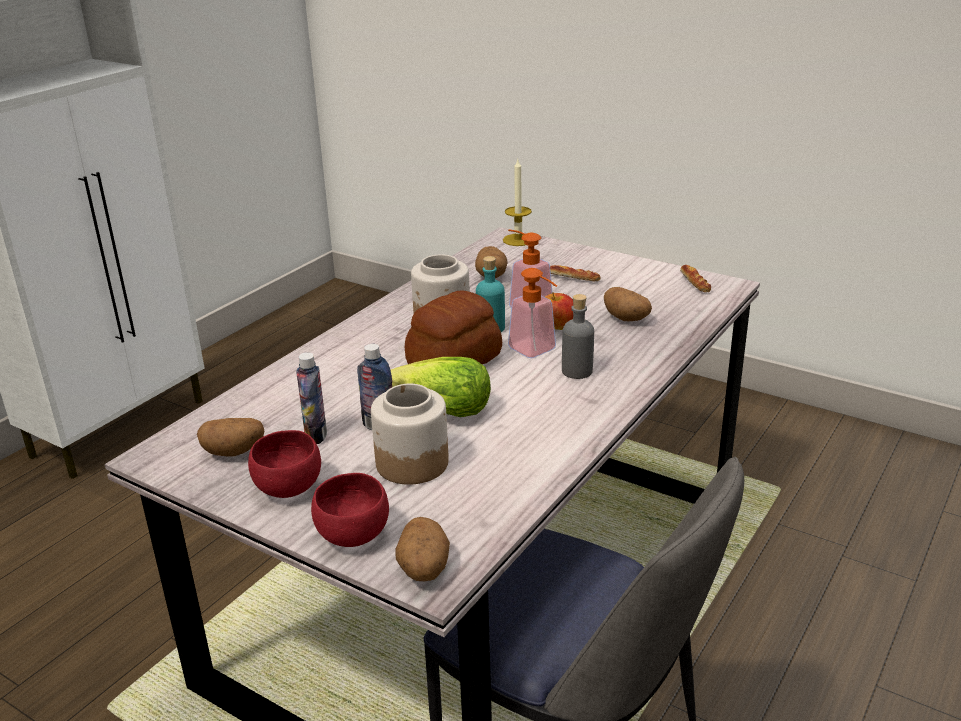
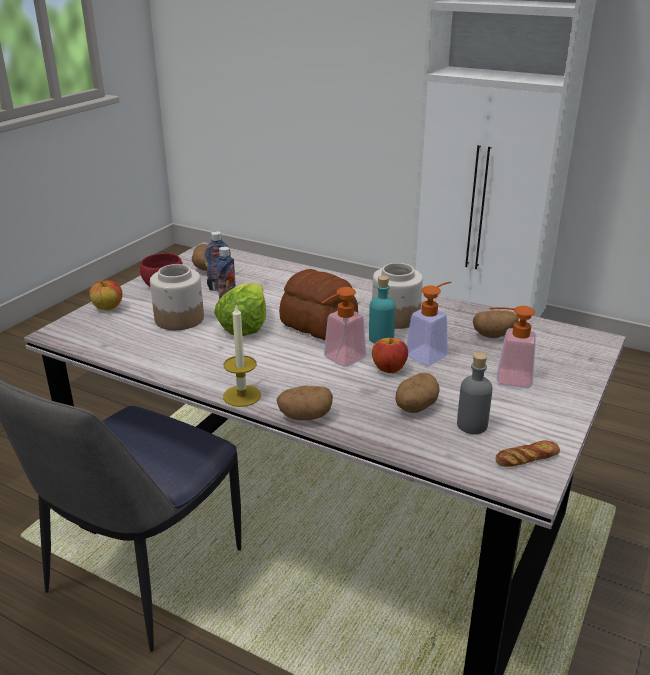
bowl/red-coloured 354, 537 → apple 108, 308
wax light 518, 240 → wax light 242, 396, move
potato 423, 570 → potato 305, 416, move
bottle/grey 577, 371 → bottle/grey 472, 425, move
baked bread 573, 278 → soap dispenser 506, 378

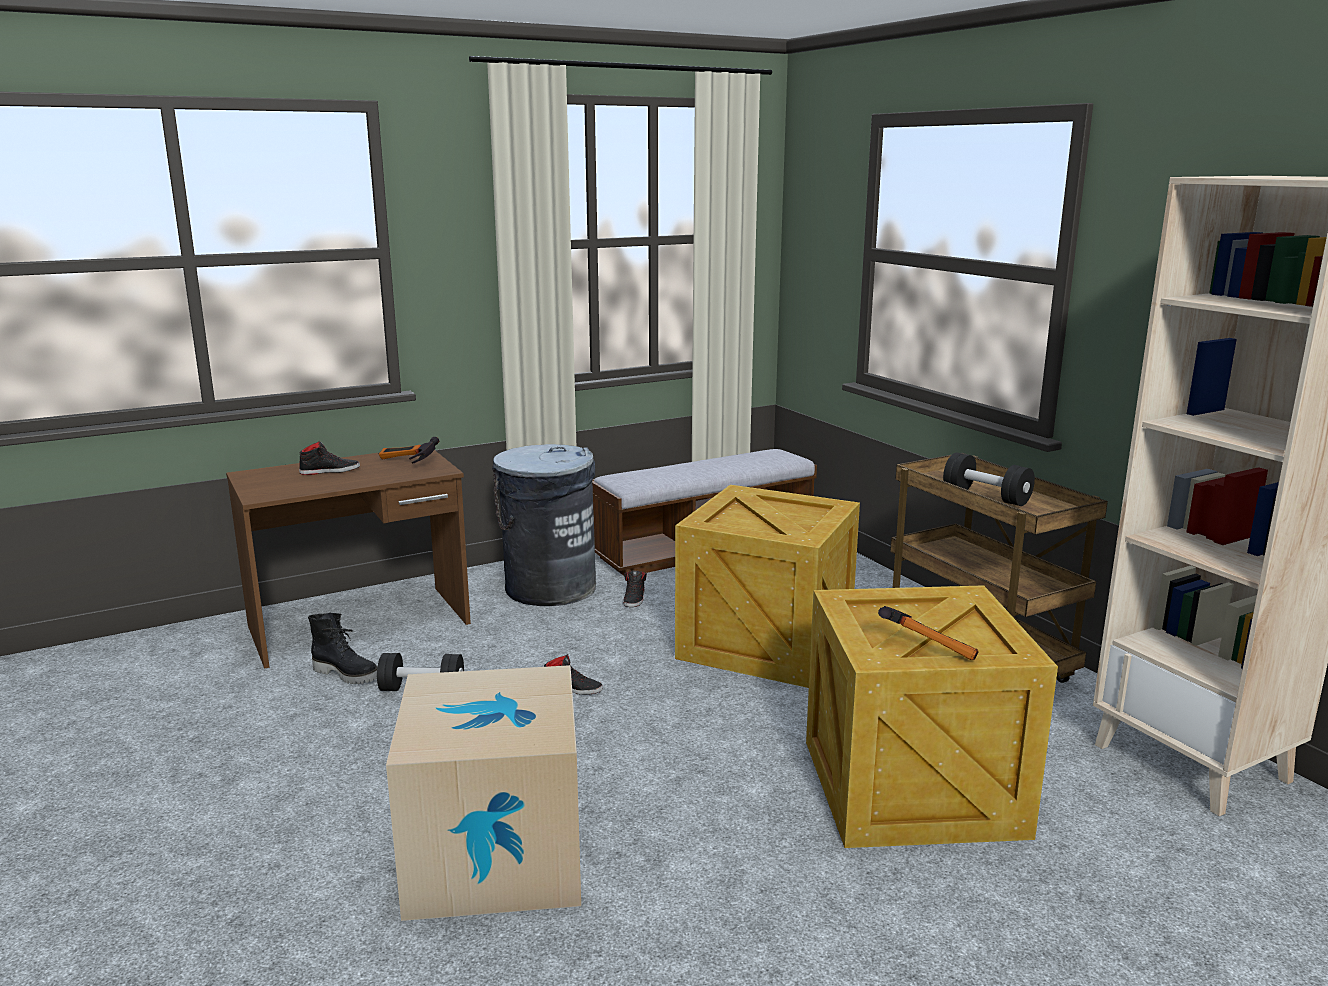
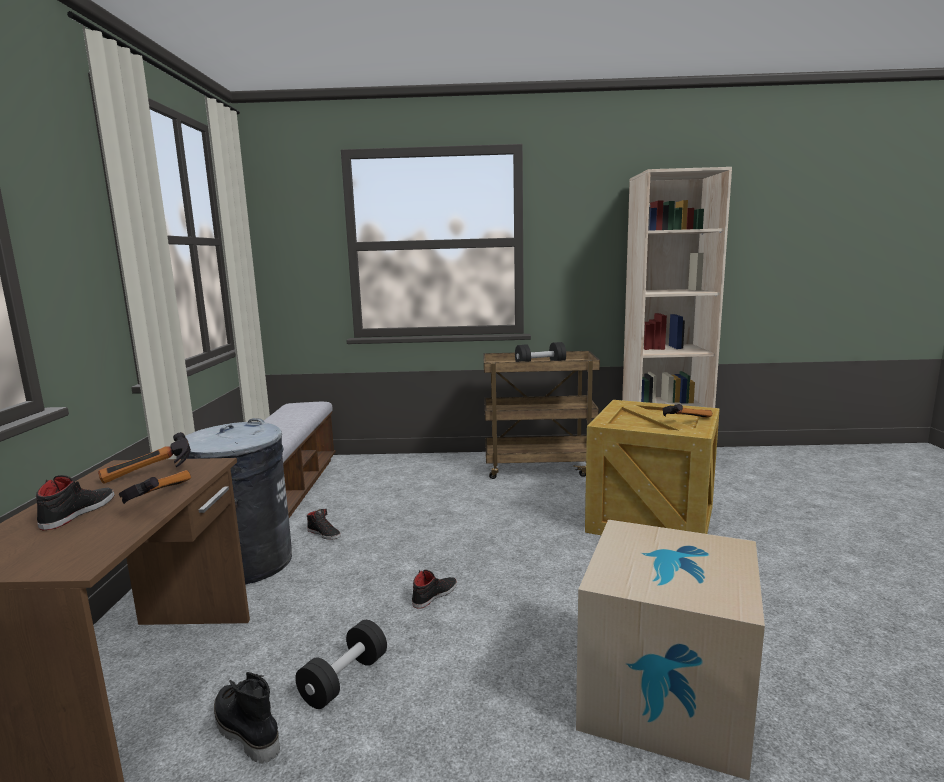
- → tool hammer 157, 499
boot/blackish 347, 674 → boot/blackish 245, 732, 105 degrees counterclockwise
crate 767, 645 → -

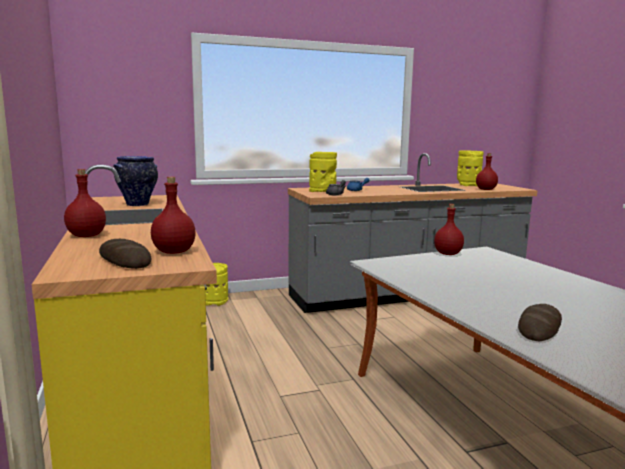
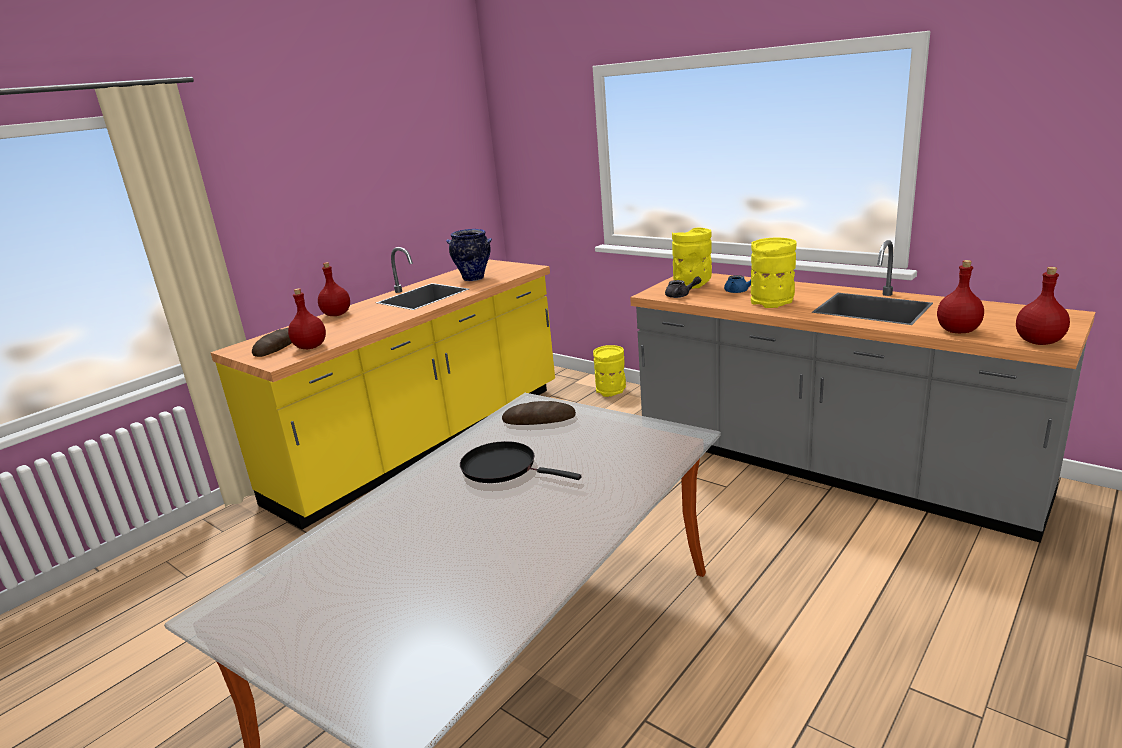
- → pan/blackish 503, 468
baked bread 539, 327 → baked bread 539, 419, move
decorative vase/yellowish 468, 185 → decorative vase/yellowish 773, 301, move
bottle/red-coloured 448, 254 → bottle/red-coloured 1039, 342, move

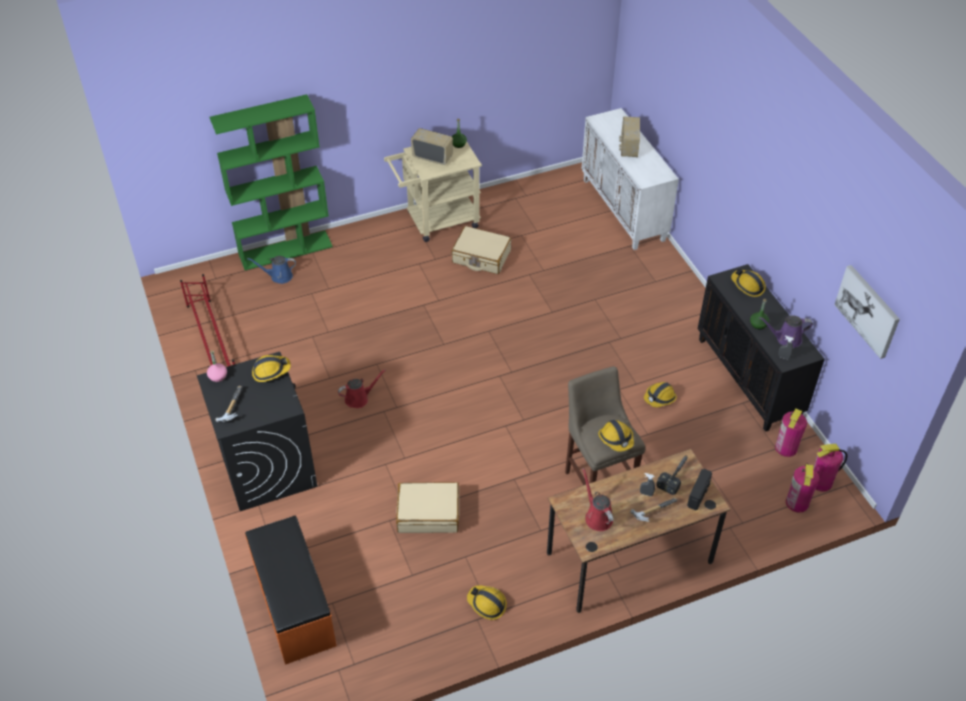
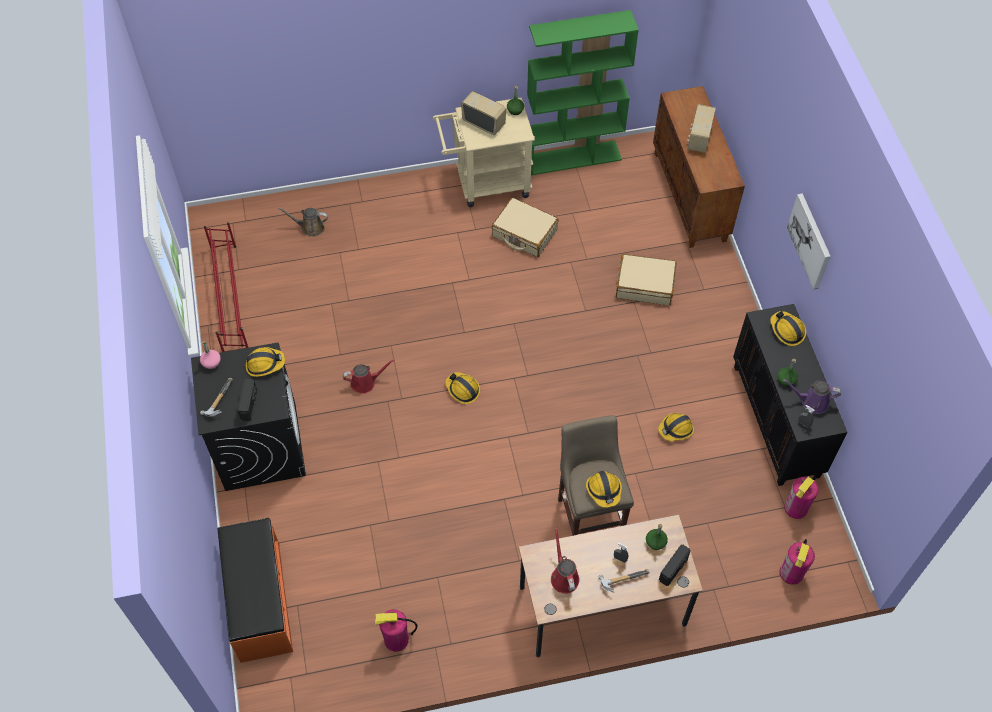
- → radio set 249, 405
sprinkling can/blue-coloured 279, 276 → sprinkling can/brown-coloured 310, 227
fire extinguisher 821, 482 → fire extinguisher 396, 639, move
work helmet 487, 604 → work helmet 462, 390, move
shelving unit/green-coloured 286, 250 → shelving unit/green-coloured 573, 157, move
travel case/beige-coloured 428, 513 → travel case/beige-coloured 645, 285, move
tool hammer 675, 475 → bottle/green-coloured 655, 542
cupboard/white-coloured 624, 210 → cupboard/brown-coloured 690, 197
wall art 868, 310 → wall art 810, 241, move

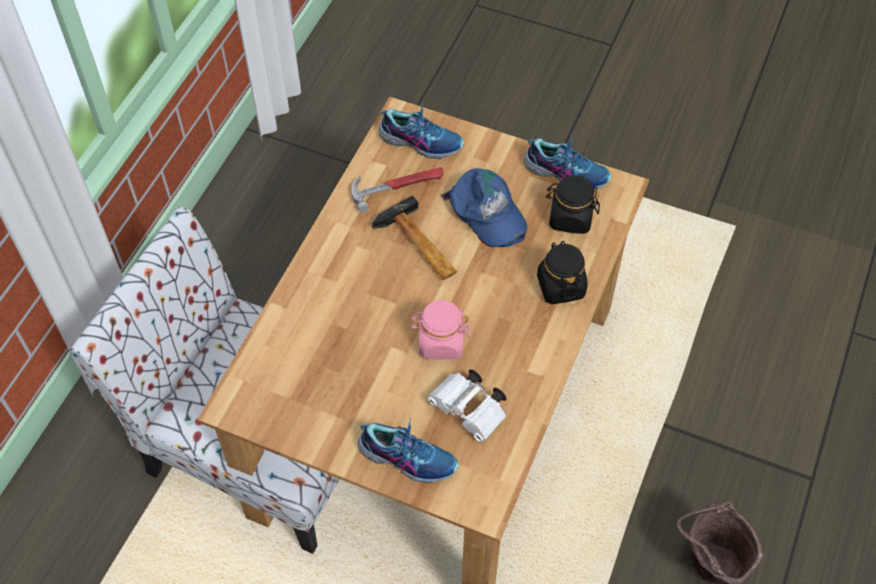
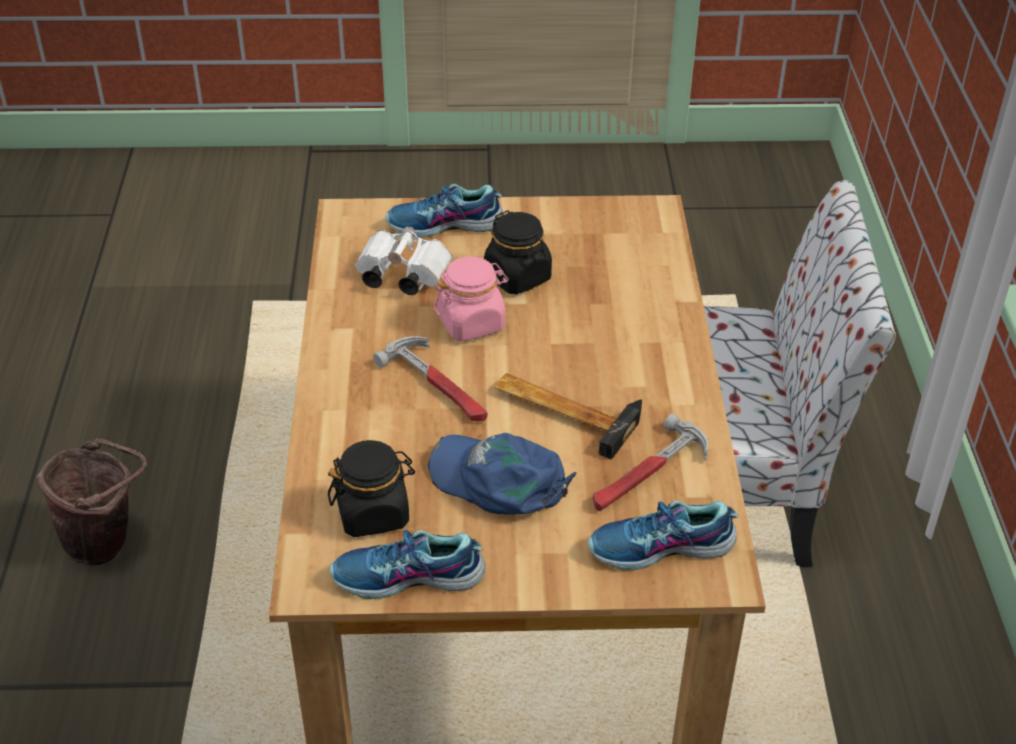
- → tool hammer 439, 385
storage jar/blackish 560, 286 → storage jar/blackish 518, 277, move

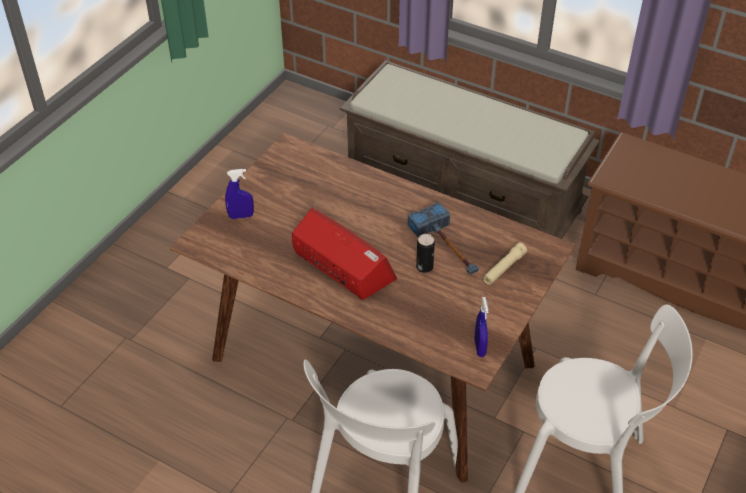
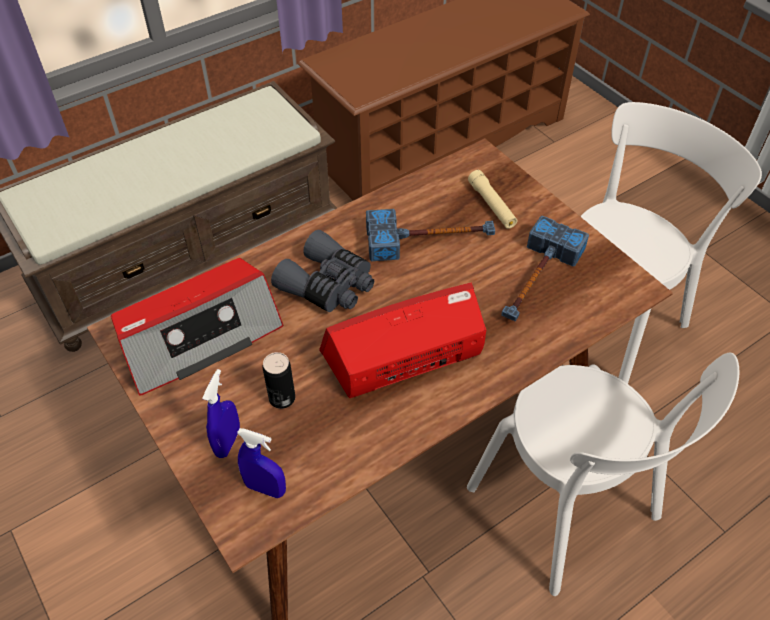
- → radio set 199, 337
hand sprayer/blue-coloured 479, 347 → hand sprayer/blue-coloured 265, 488, move
metal can 424, 267 → metal can 282, 398, move
- → pair of binoculars/grey 328, 285
- → tool hammer 535, 280

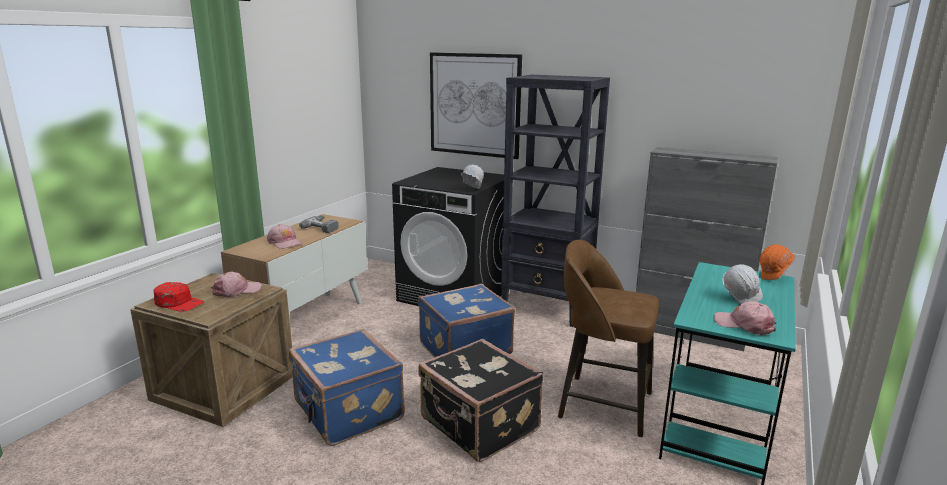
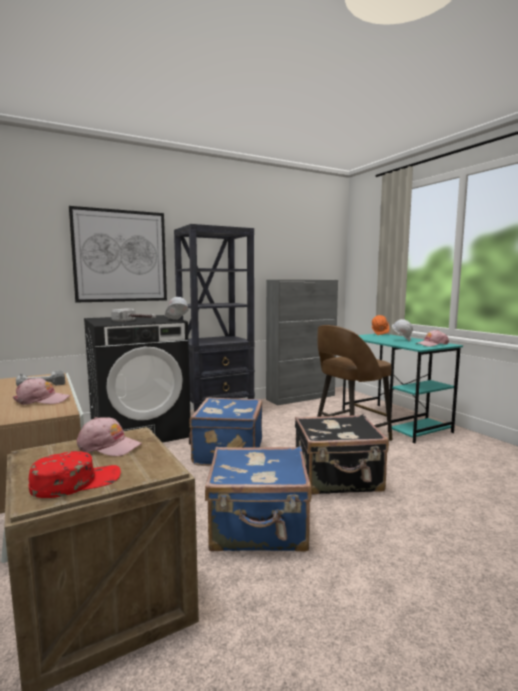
peaked cap/pinkish 236, 290 → peaked cap/pinkish 109, 446, 105 degrees clockwise
- → tool hammer 136, 321

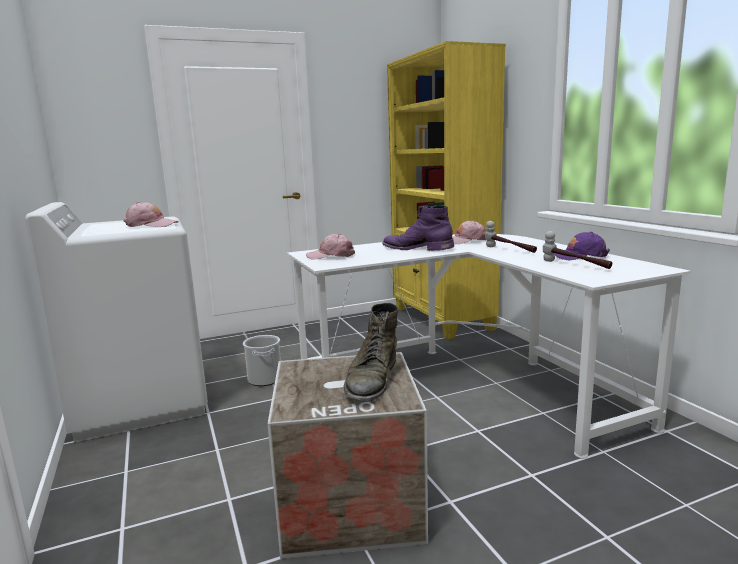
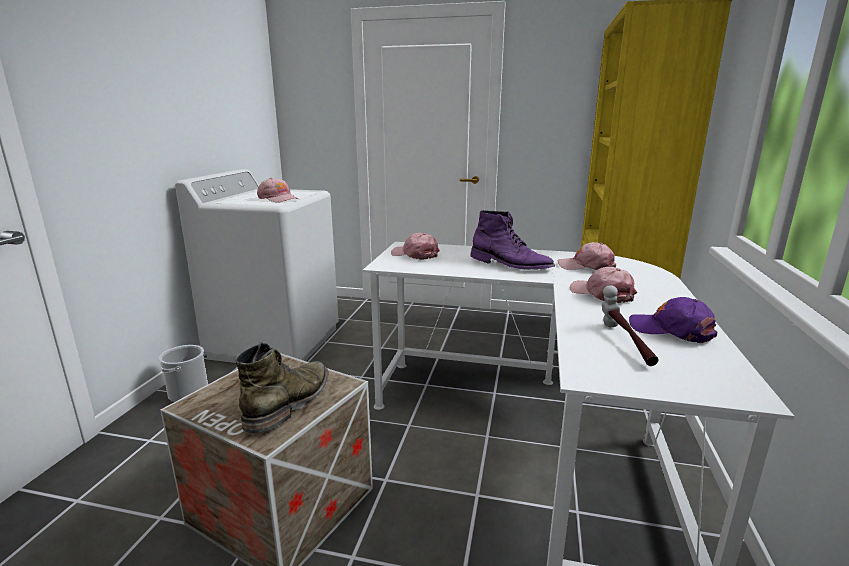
water bucket 265, 379 → water bucket 188, 393, move
boot/green-coloured 372, 380 → boot/green-coloured 290, 402, 150 degrees clockwise
boot/purplish 417, 248 → boot/purplish 510, 265, 150 degrees clockwise
tool hammer 509, 250 → peaked cap/pinkish 602, 294

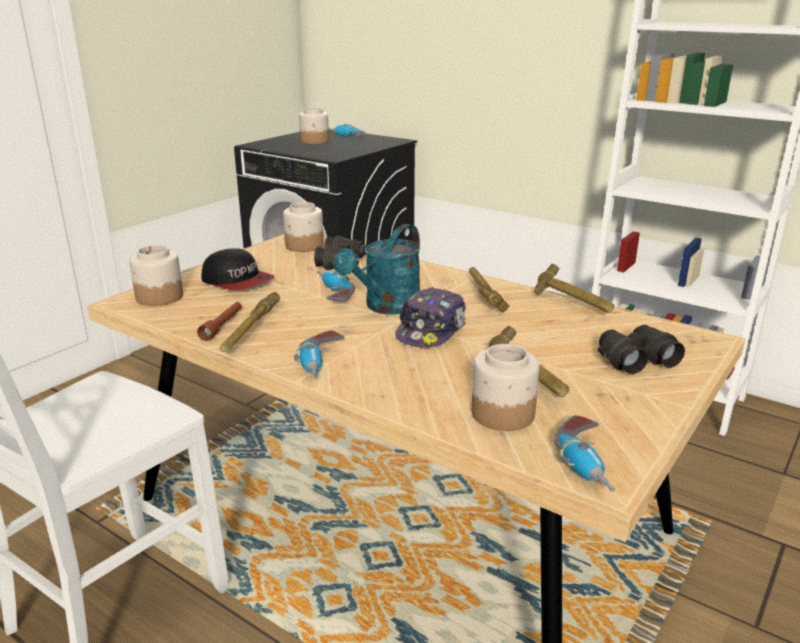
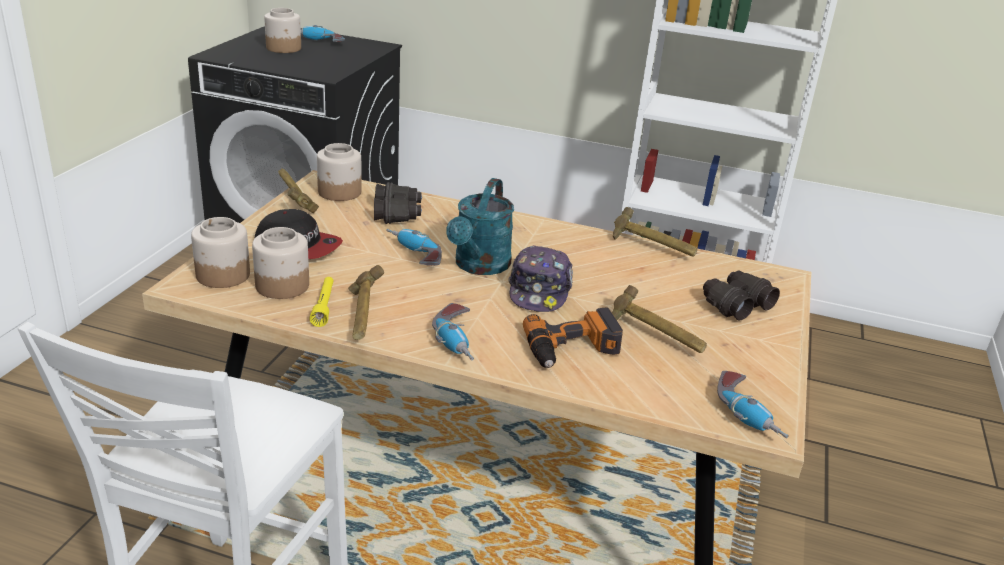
storage jar 502, 414 → storage jar 281, 286, move
tool hammer 483, 298 → tool hammer 294, 199, move
hand torch/brown-coloured 222, 326 → hand torch/yellowish 324, 306
- → power drill 572, 349

